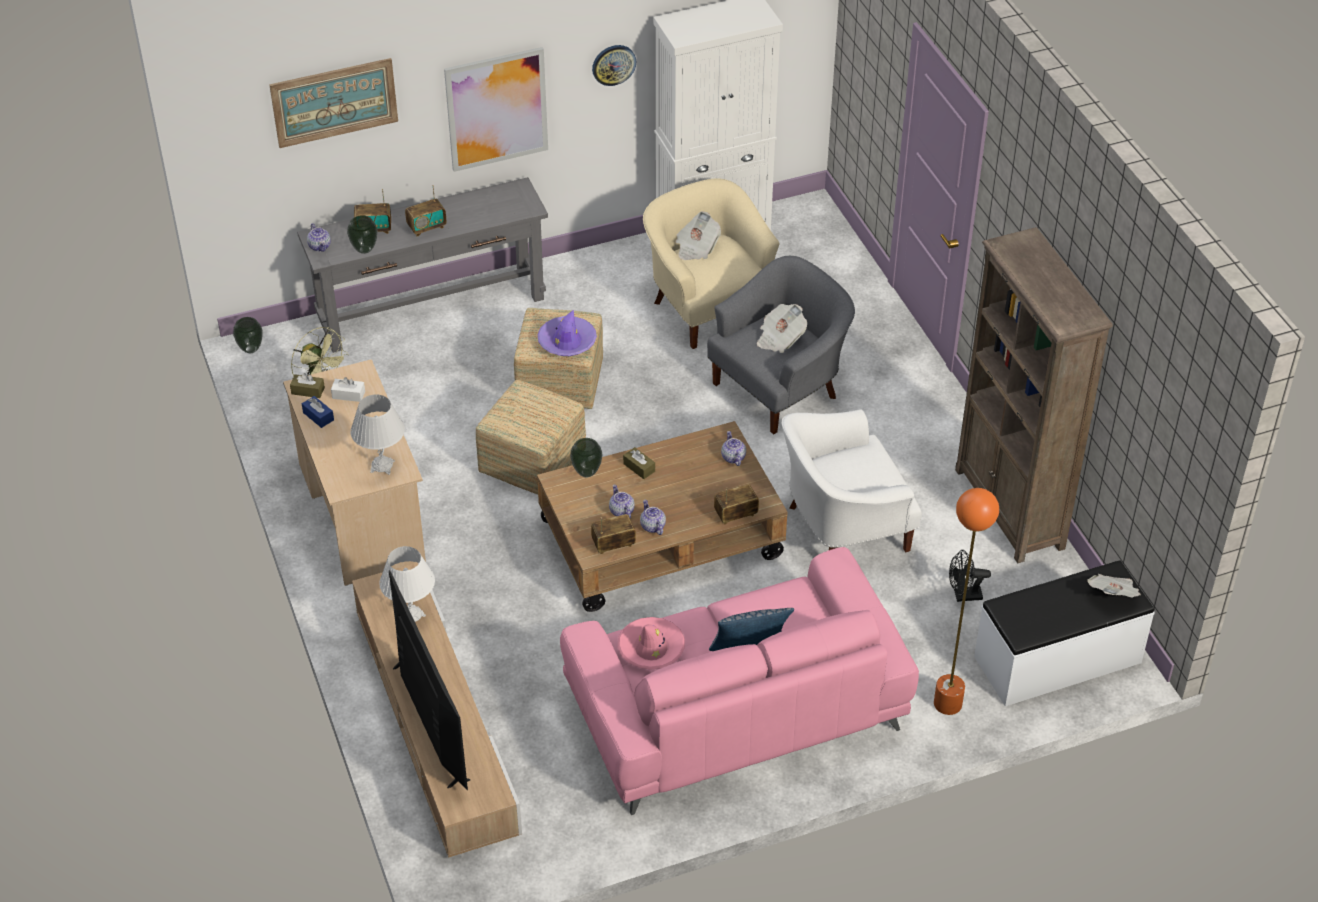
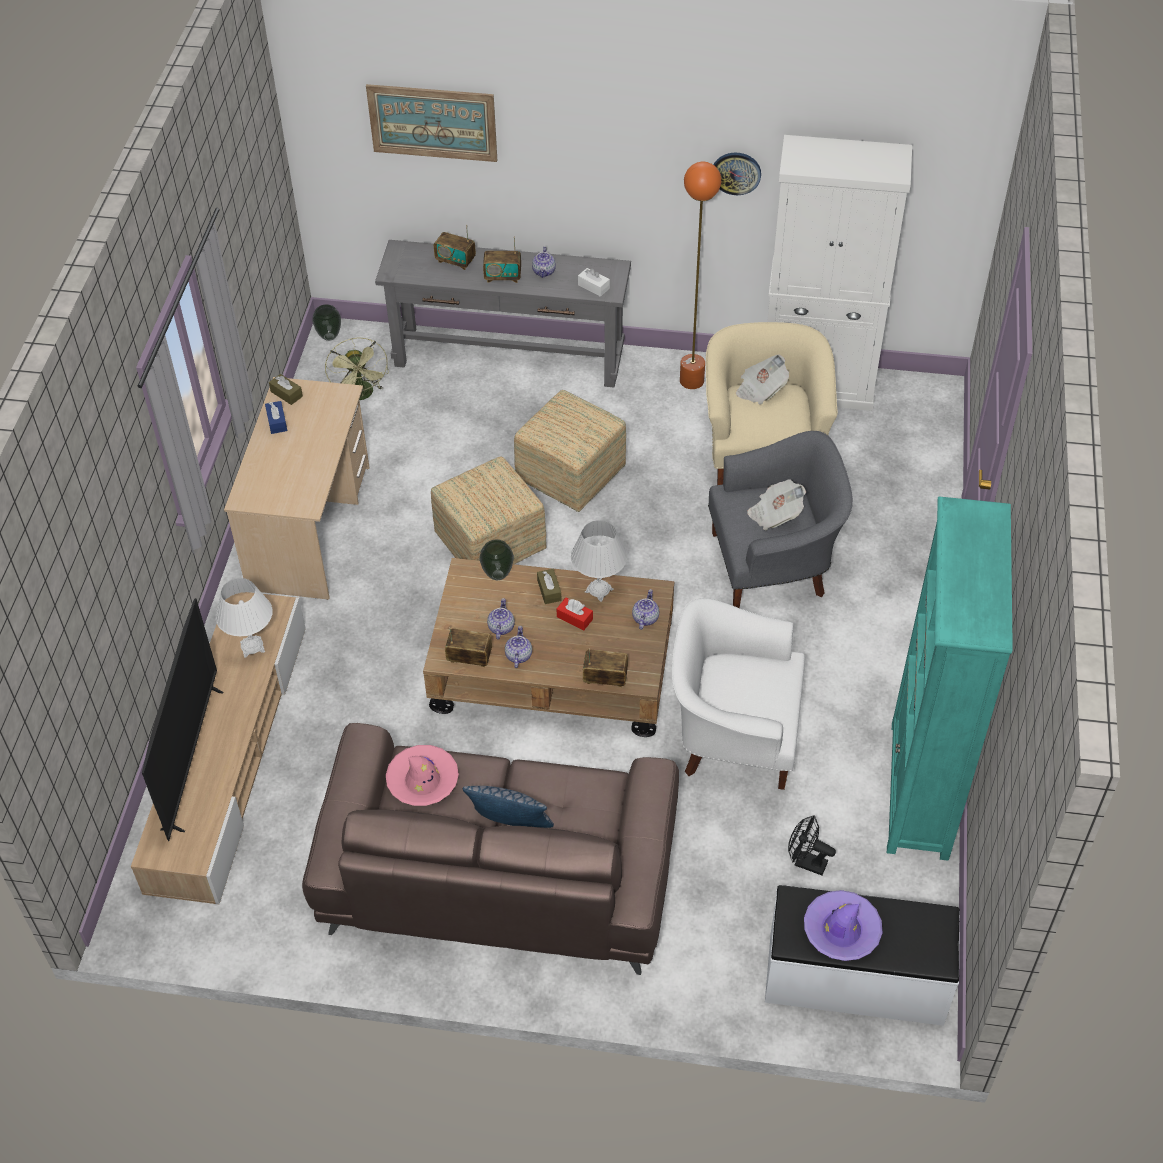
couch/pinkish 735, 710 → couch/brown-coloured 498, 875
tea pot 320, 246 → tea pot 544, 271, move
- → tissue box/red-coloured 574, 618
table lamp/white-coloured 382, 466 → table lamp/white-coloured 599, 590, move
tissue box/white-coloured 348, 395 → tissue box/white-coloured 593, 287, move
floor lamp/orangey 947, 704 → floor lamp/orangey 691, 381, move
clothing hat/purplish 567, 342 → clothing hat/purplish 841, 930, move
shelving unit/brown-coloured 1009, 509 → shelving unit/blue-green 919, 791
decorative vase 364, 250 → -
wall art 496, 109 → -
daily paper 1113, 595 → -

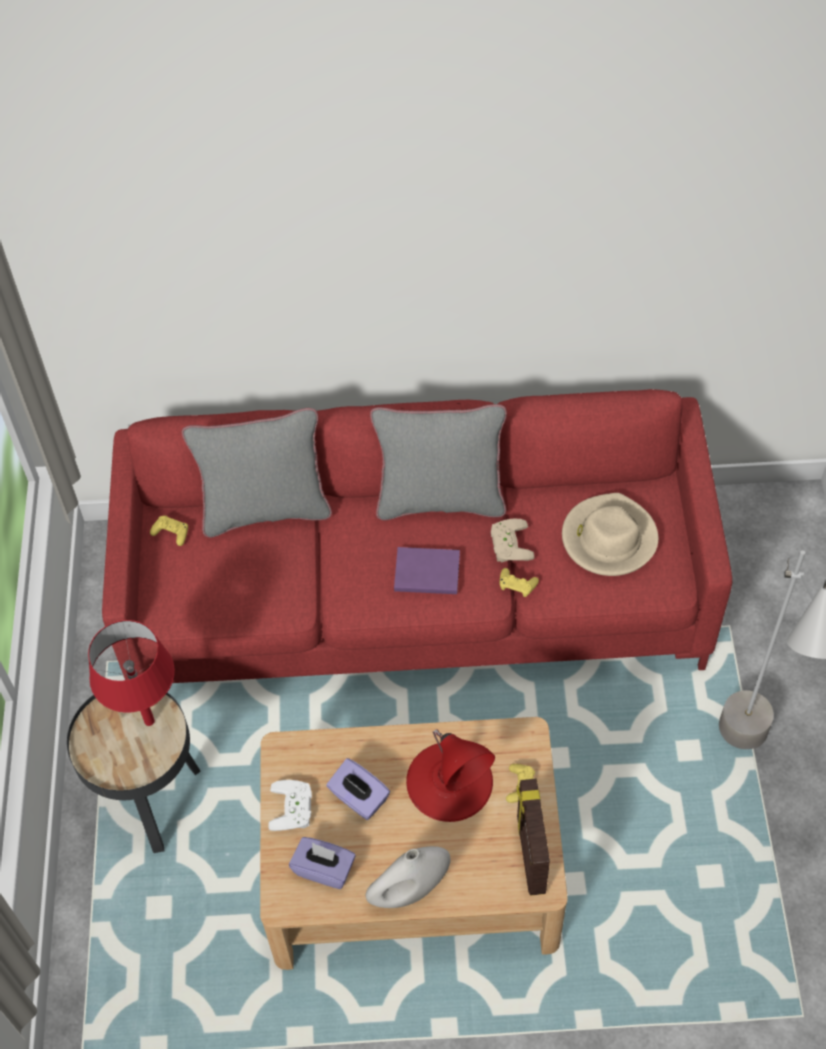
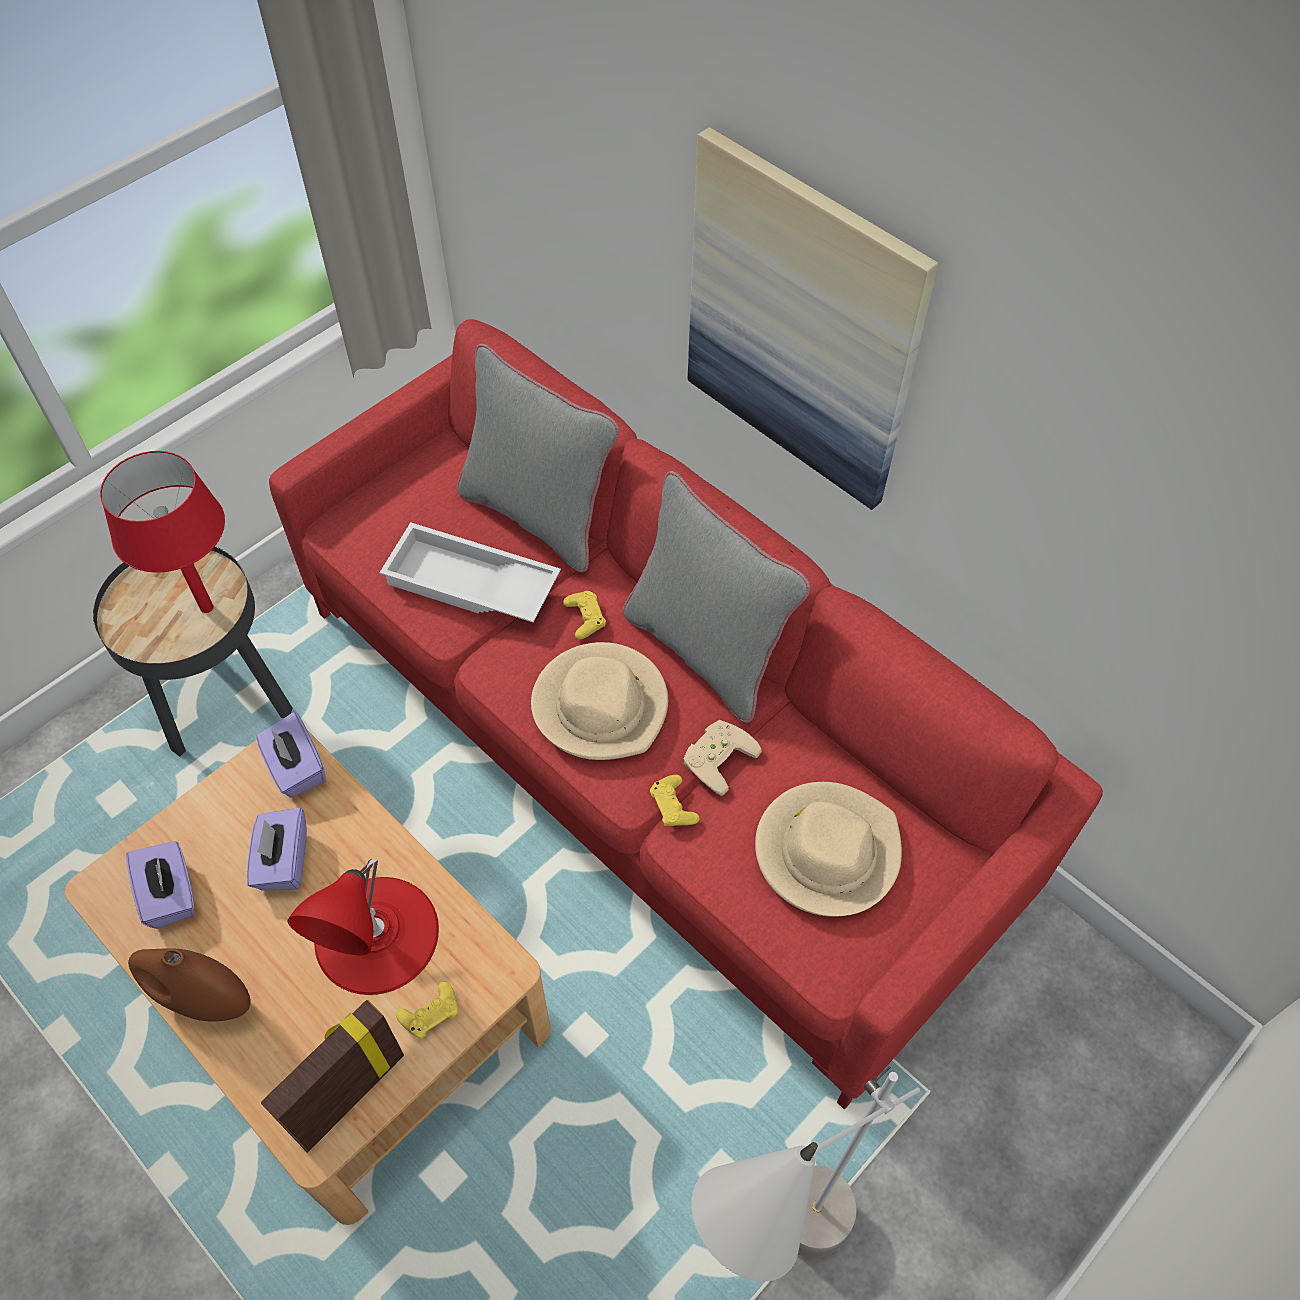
decorative vase/white-coloured 409, 891 → decorative vase/brown-coloured 204, 1000
- → tissue box/purplish 296, 768
- → carrying tray/white-coloured 469, 585
bound book/purplish 425, 571 → clothing hat/beige-coloured 601, 705
game controller/yellowish 171, 533 → game controller/yellowish 585, 618, move
- → wall art 802, 325
game controller/white-coloured 294, 808 → -

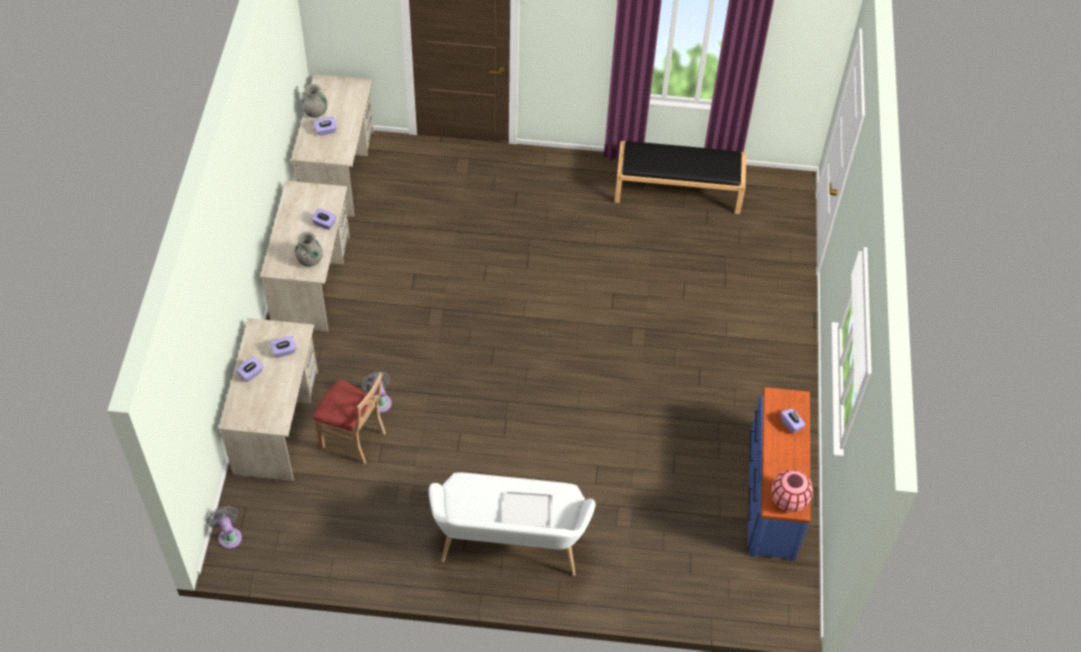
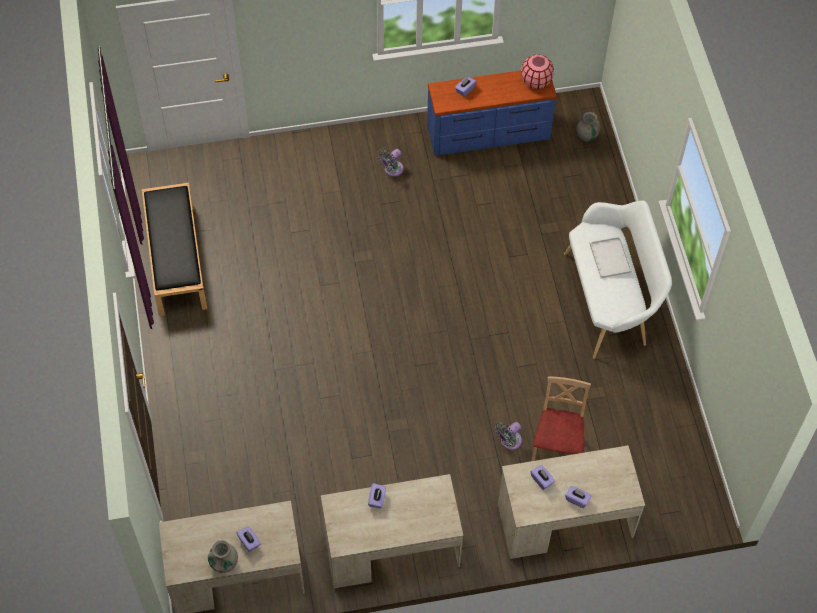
fan/grey 229, 536 → fan/grey 392, 170, move
decorative vase/grey 310, 260 → decorative vase/grey 586, 135, move

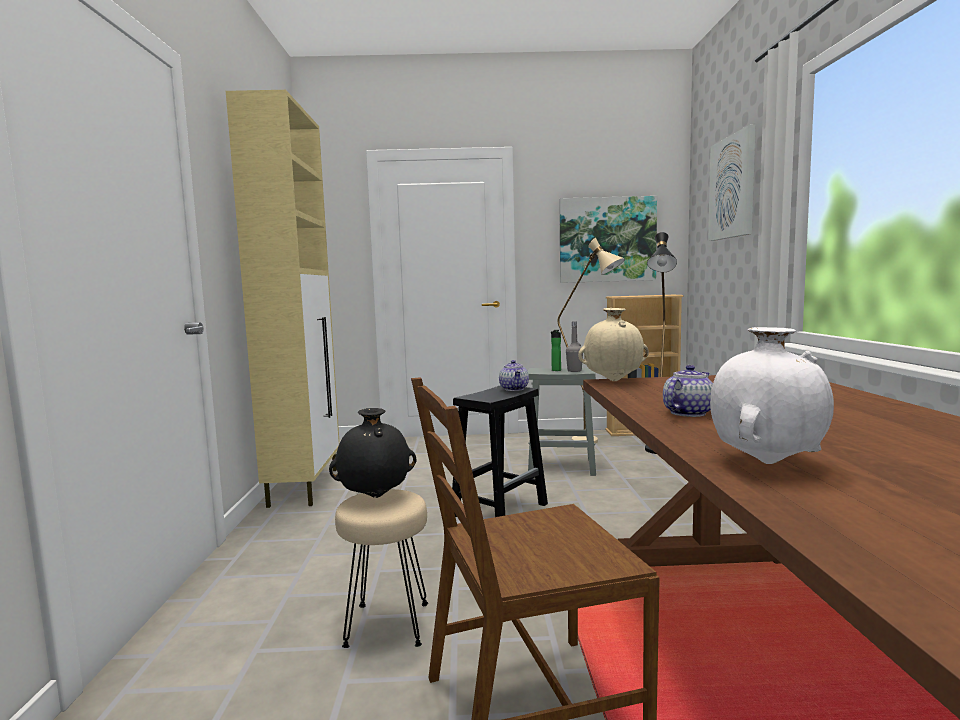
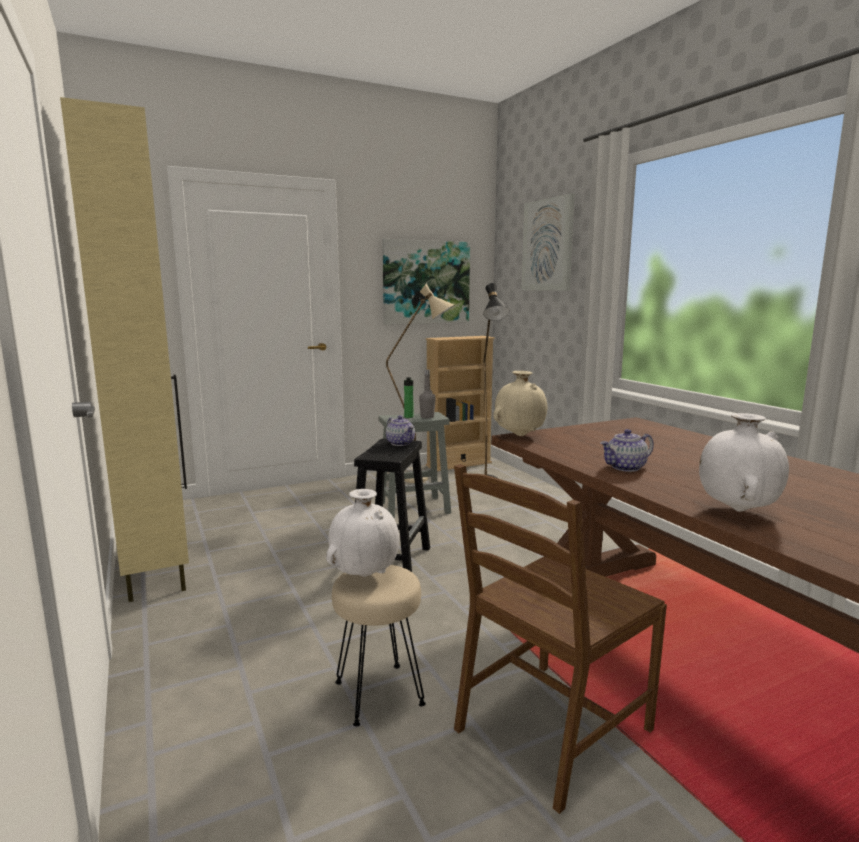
decorative vase/blackish 376, 496 → decorative vase/white-coloured 365, 575
tea pot 687, 413 → tea pot 625, 467, 135 degrees counterclockwise

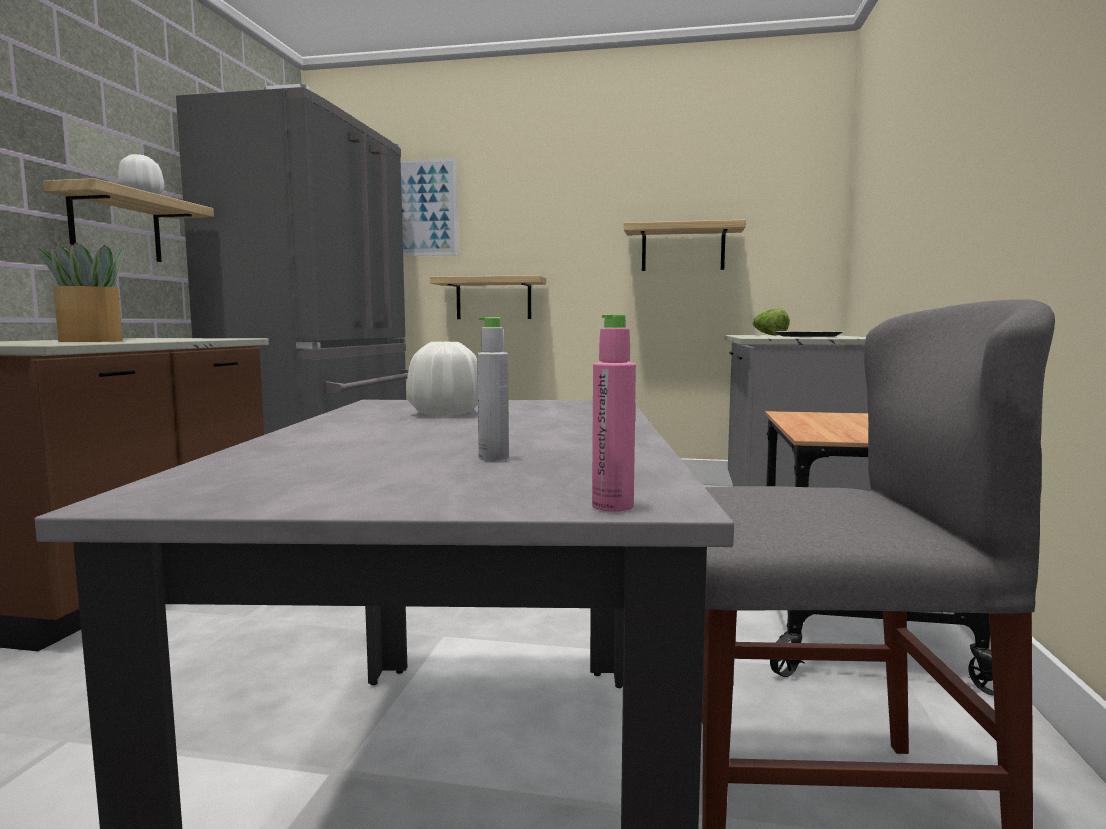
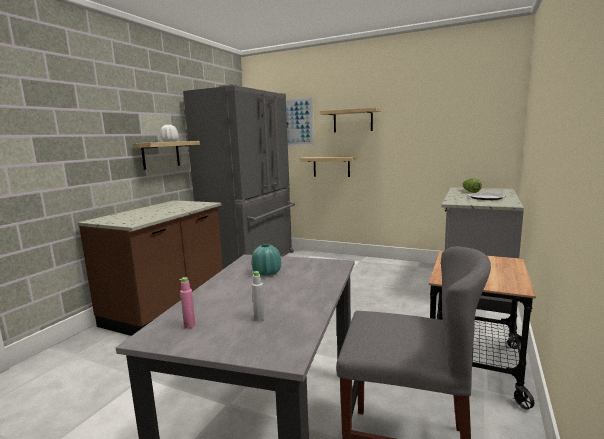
bottle/pinkish 612, 506 → bottle/pinkish 189, 326, move
decorative vase/white-coloured 446, 413 → decorative vase/blue-green 267, 273
bracket shelf 683, 248 → bracket shelf 353, 120, move
plant in a pot 91, 341 → -

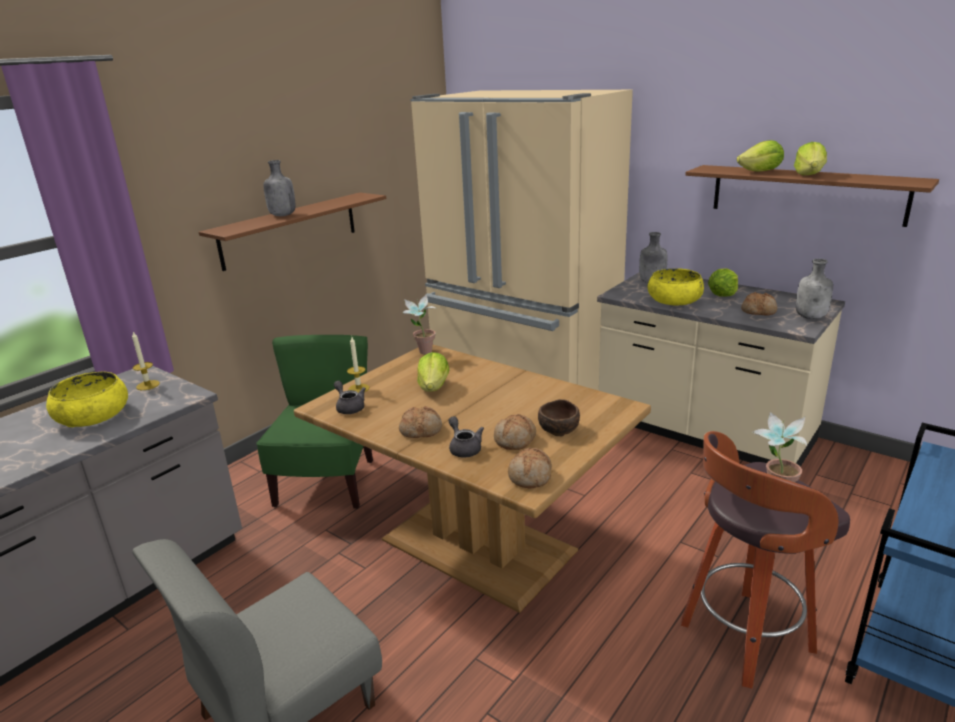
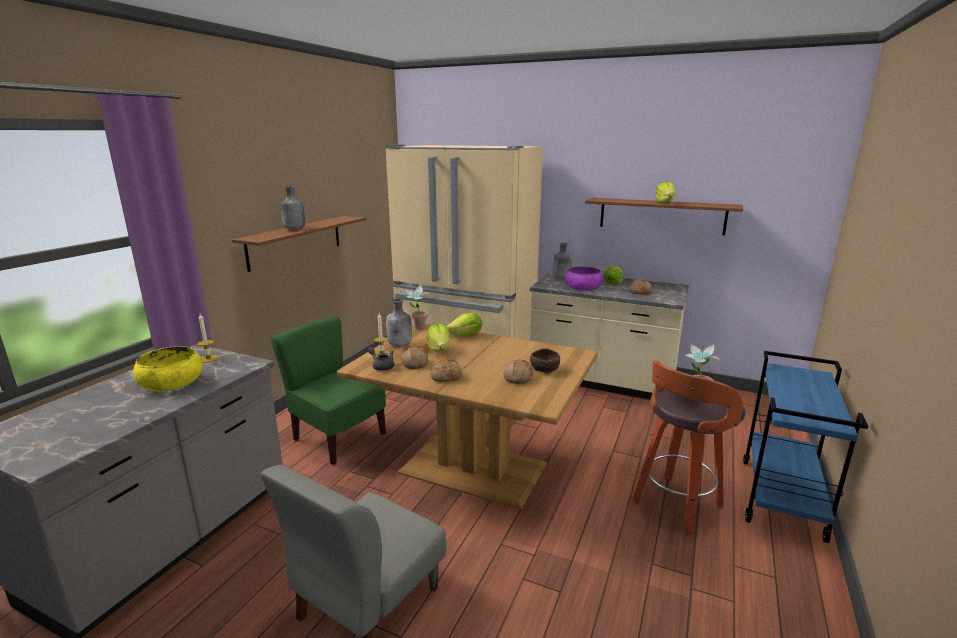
plain chair/green-coloured 327, 483 → plain chair/green-coloured 338, 438, 45 degrees counterclockwise
bottle/grey 811, 317 → bottle/grey 400, 345, move
baked bread 531, 476 → baked bread 415, 363, move
head of lettuce 761, 172 → head of lettuce 466, 336, move
bowl/yellowish 674, 300 → bowl/purplish 583, 287
tea pot/grey 464, 448 → -

